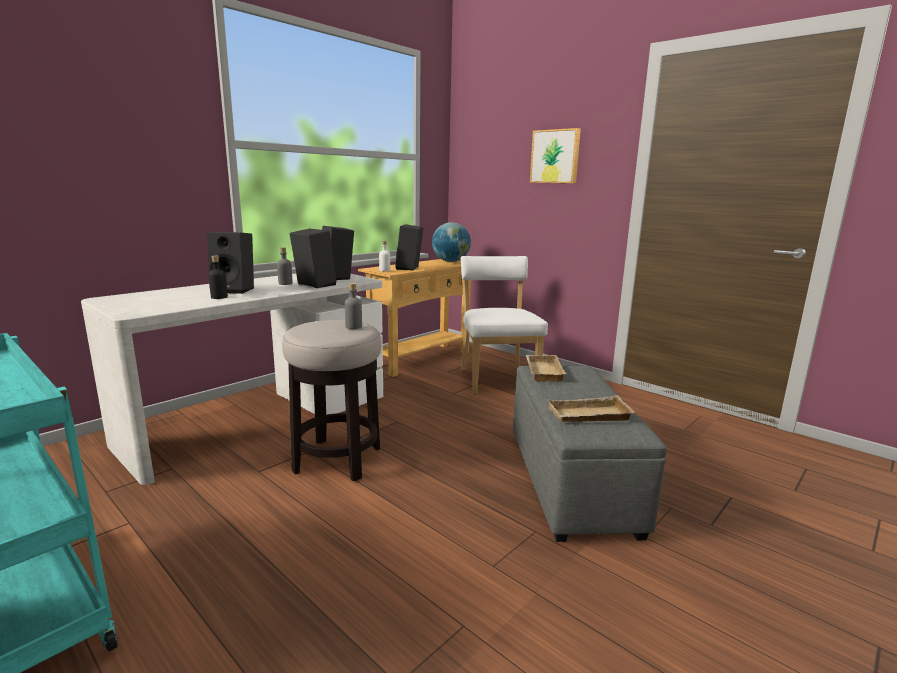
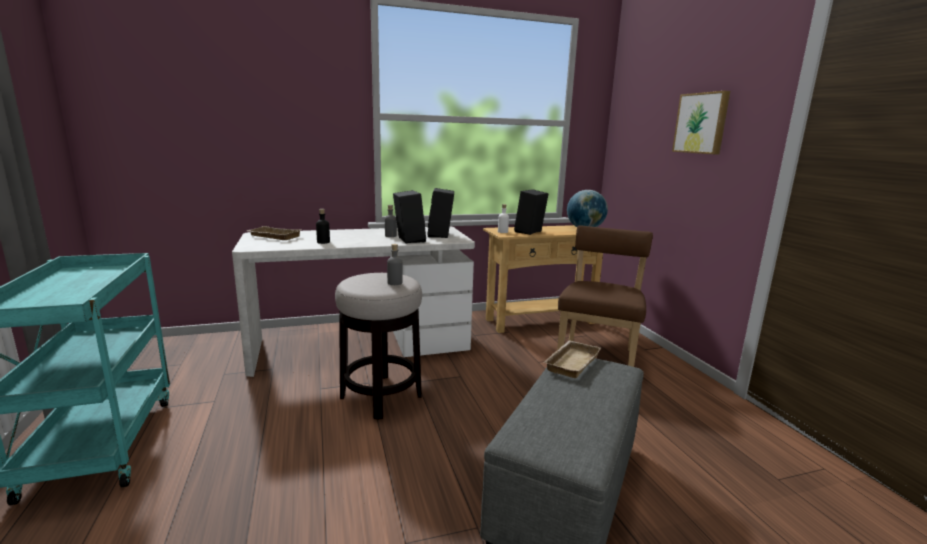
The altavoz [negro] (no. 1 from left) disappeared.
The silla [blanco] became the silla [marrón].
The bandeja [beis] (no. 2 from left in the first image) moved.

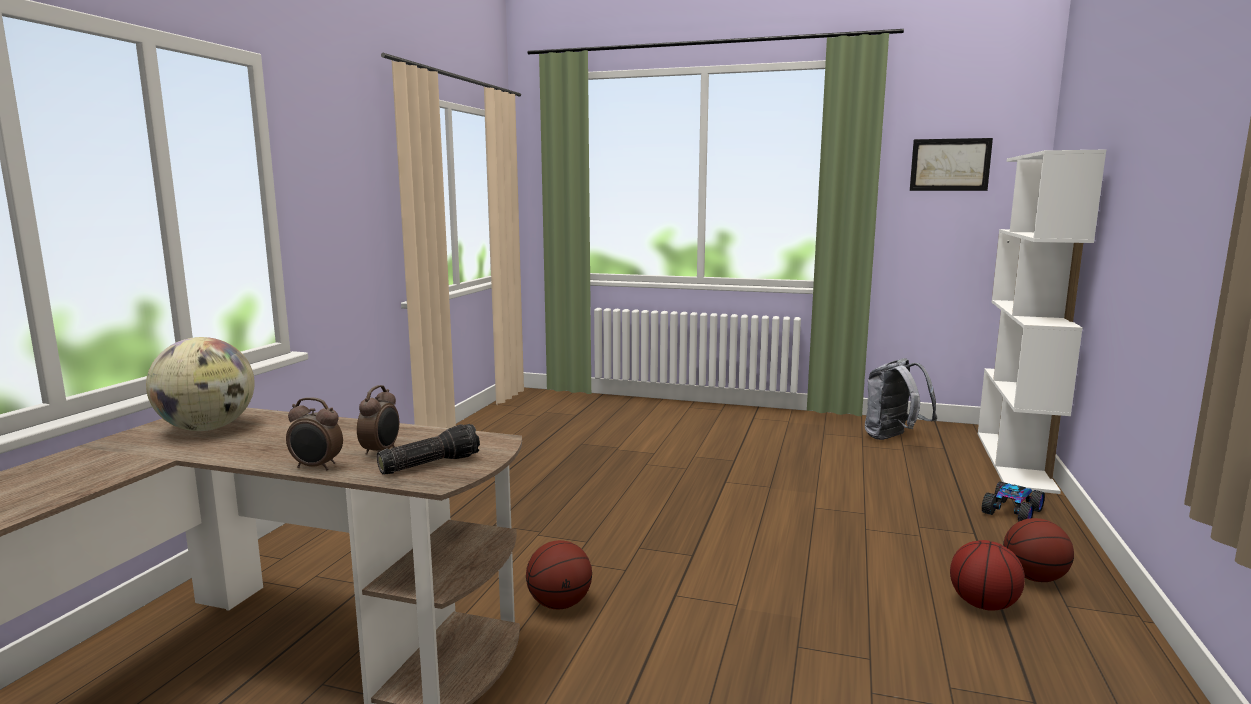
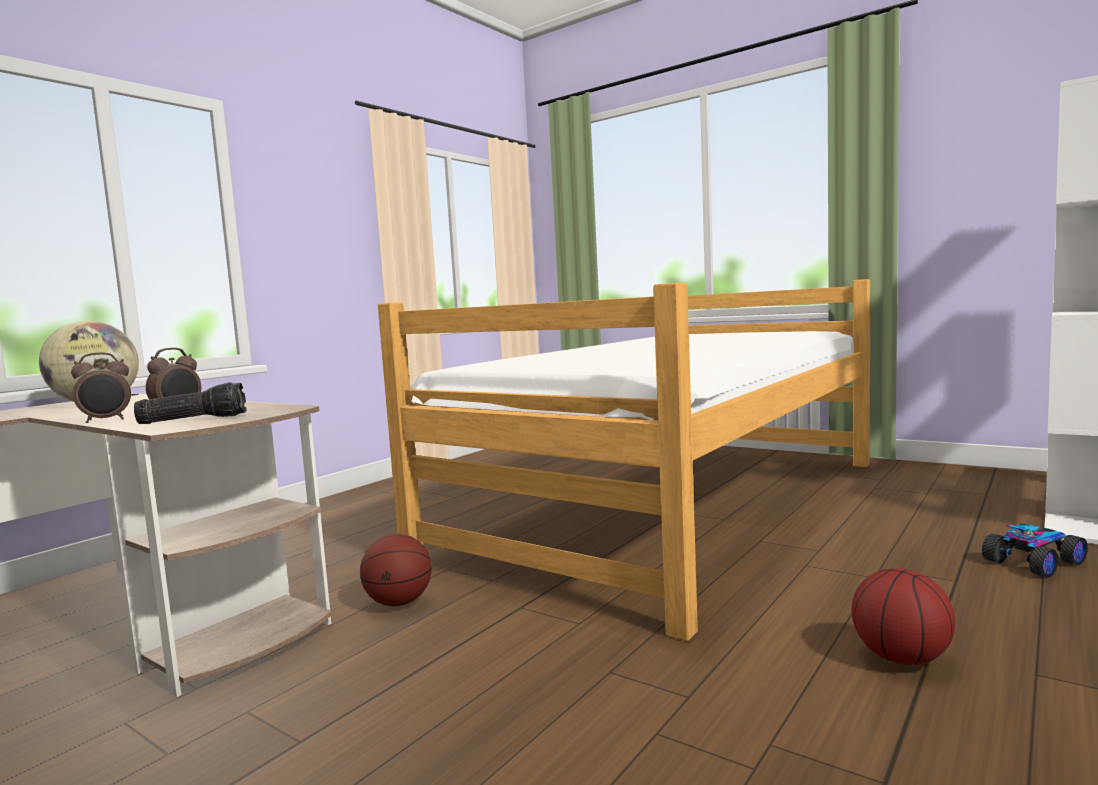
The cuadro disappeared.
The mochila [gris] disappeared.
The despertador (no. 1 from left) turned 60 degrees counterclockwise.
The balón de baloncesto (no. 3 from left) disappeared.
The cama appeared.

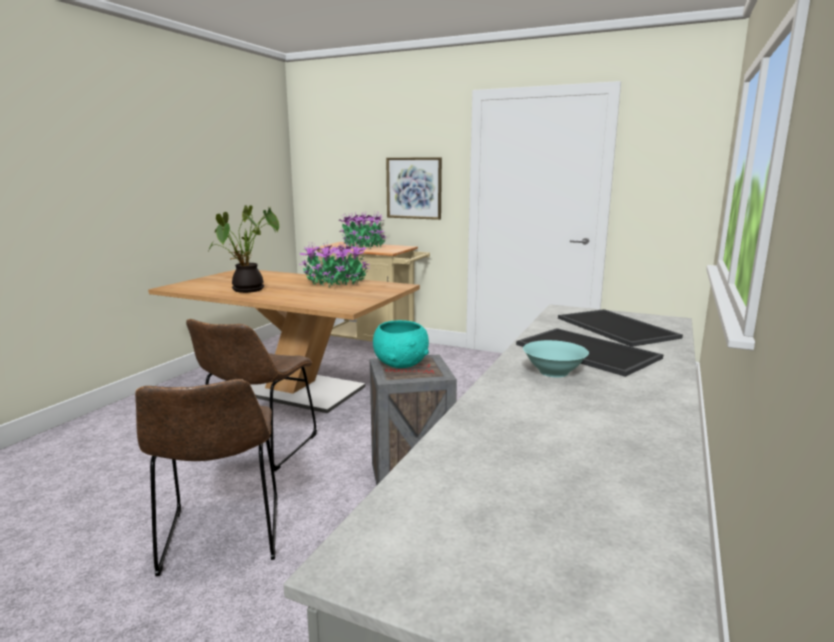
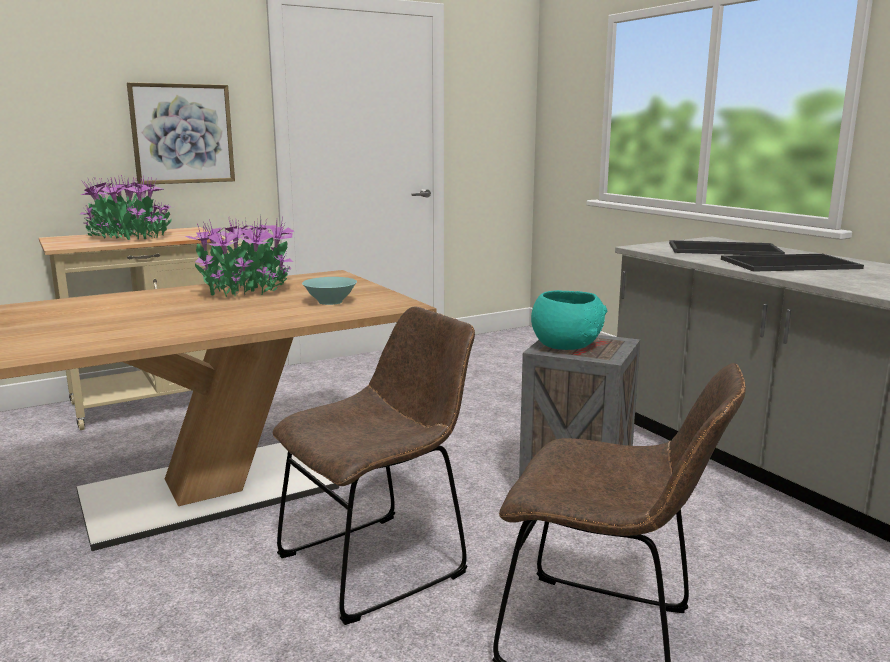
The planta en maceta (no. 1 from left) disappeared.
The silla [marrón] (no. 2 from left in the first image) turned 90 degrees counterclockwise.
The cuenco [turquesa] (no. 2 from left in the first image) moved.

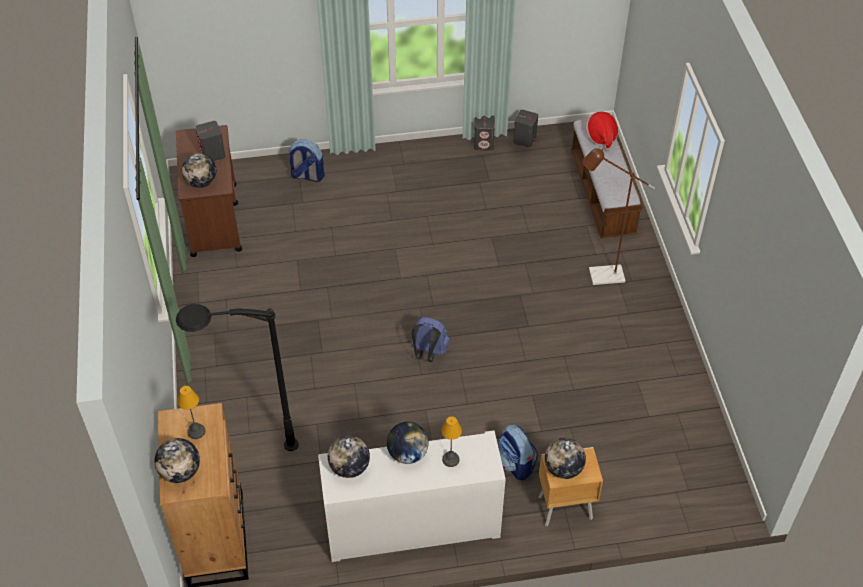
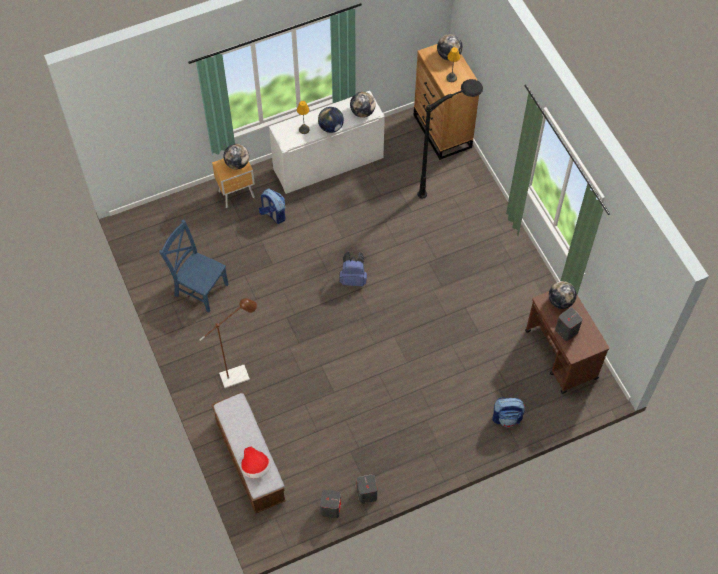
The silla [azul] appeared.

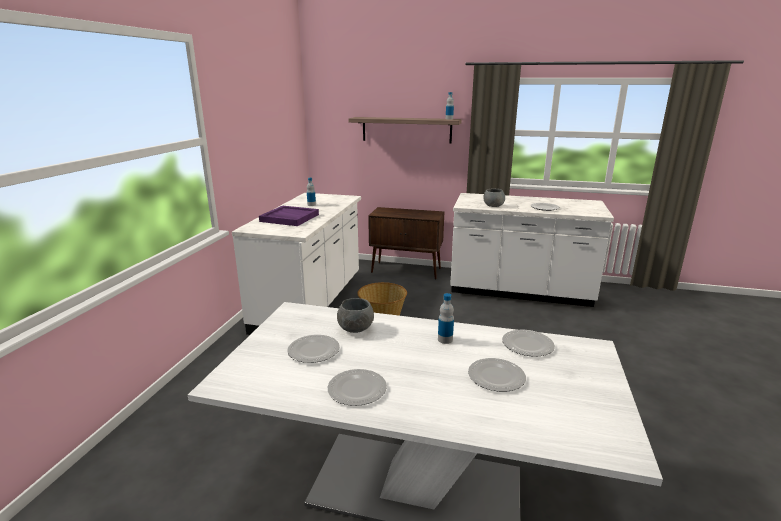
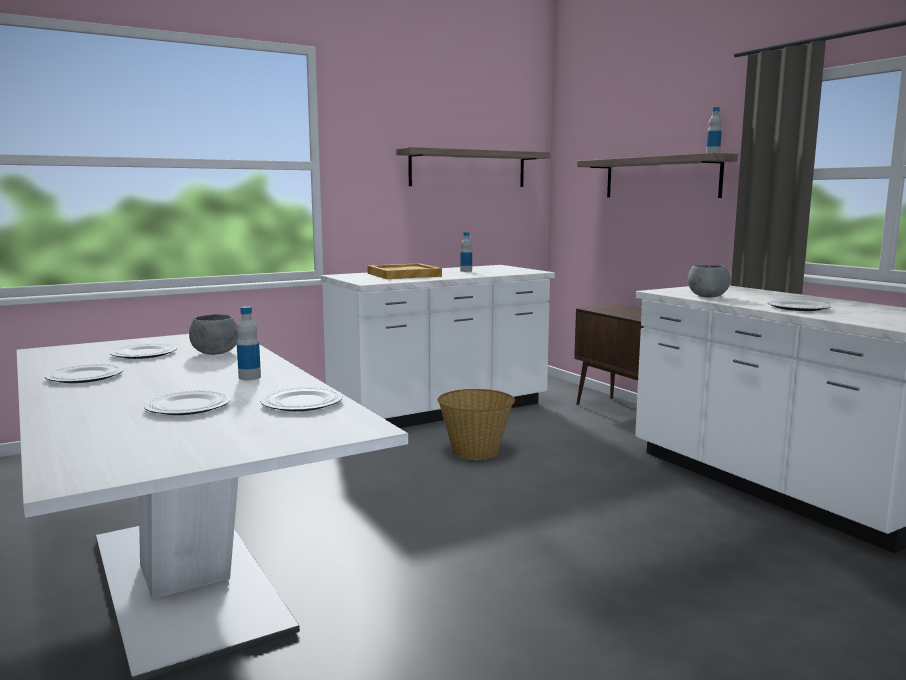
The bandeja [morado] became the bandeja [beis].
The estante (no. 1 from left) appeared.

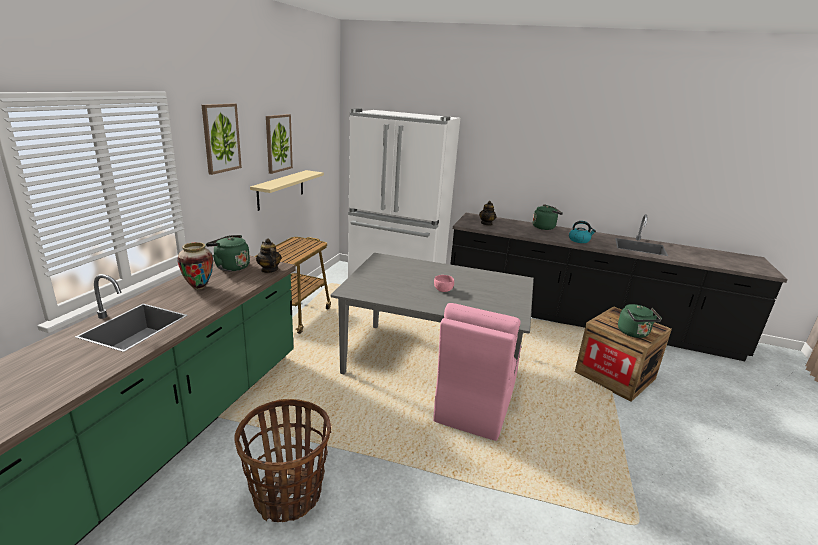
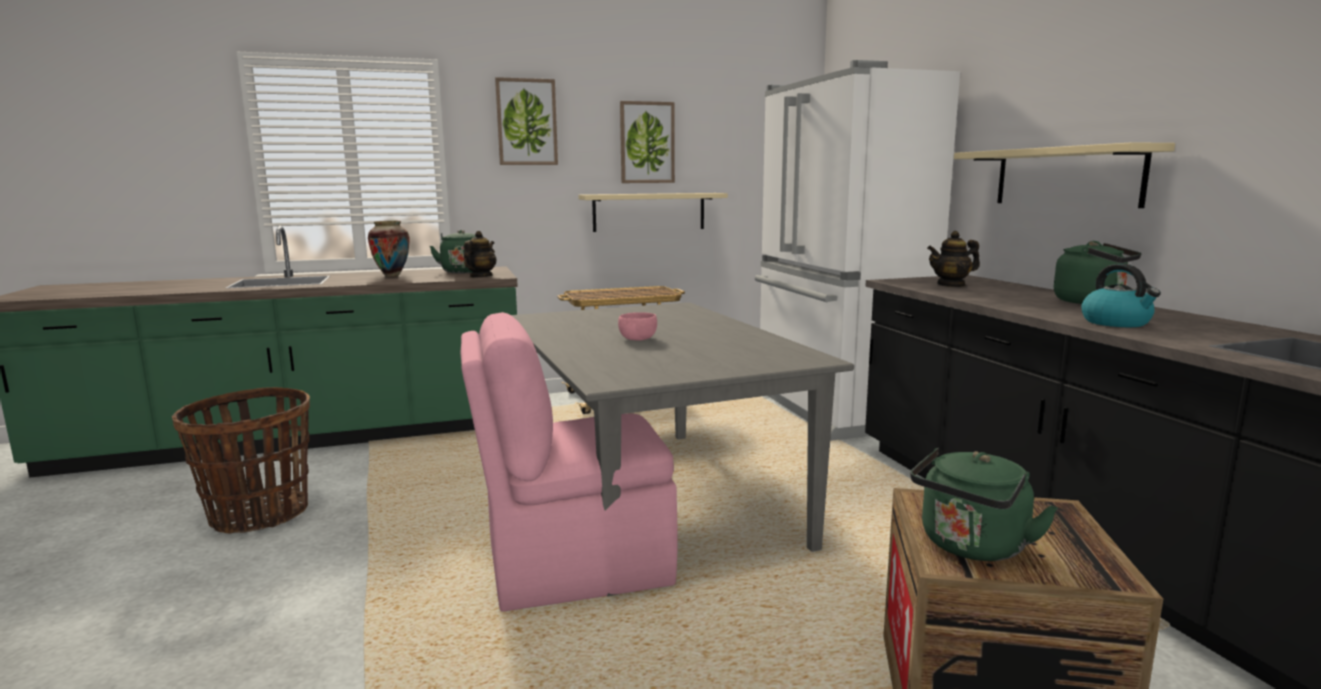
The estante [beis] (no. 2 from left) appeared.

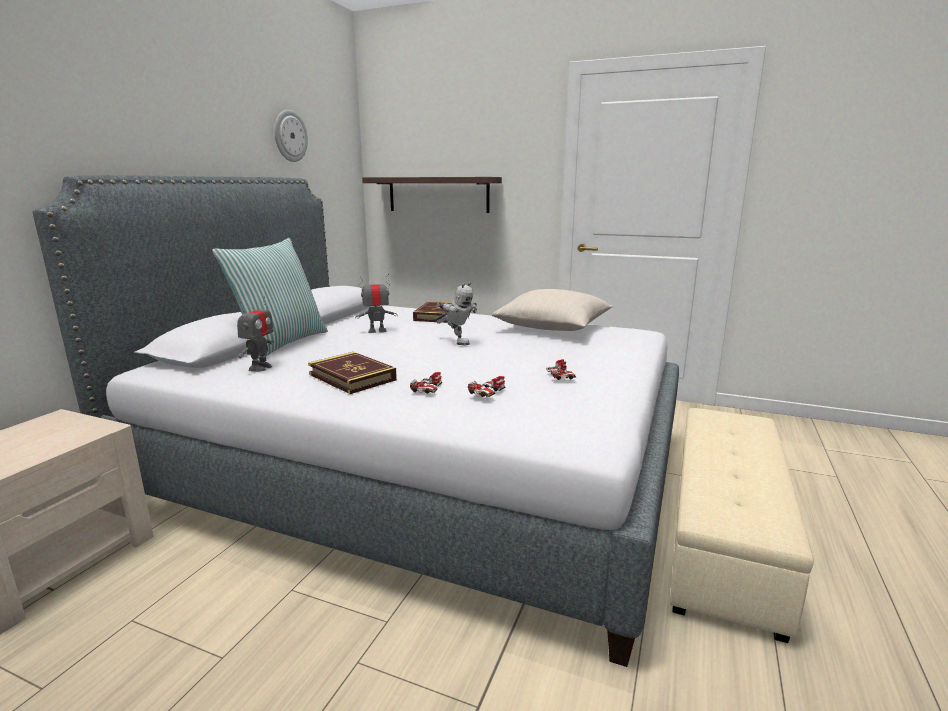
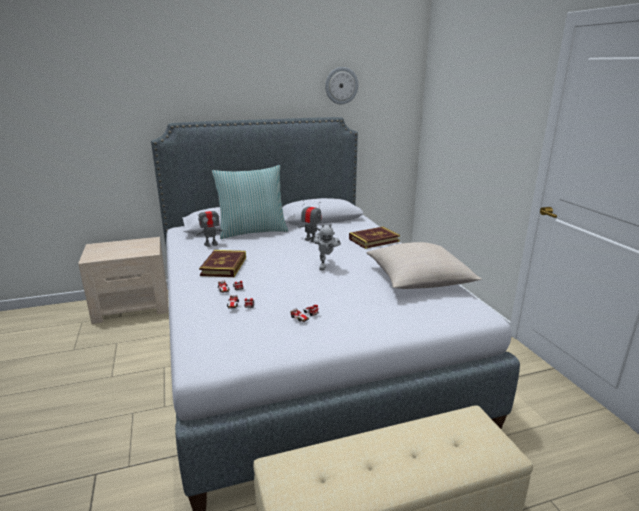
The estante disappeared.

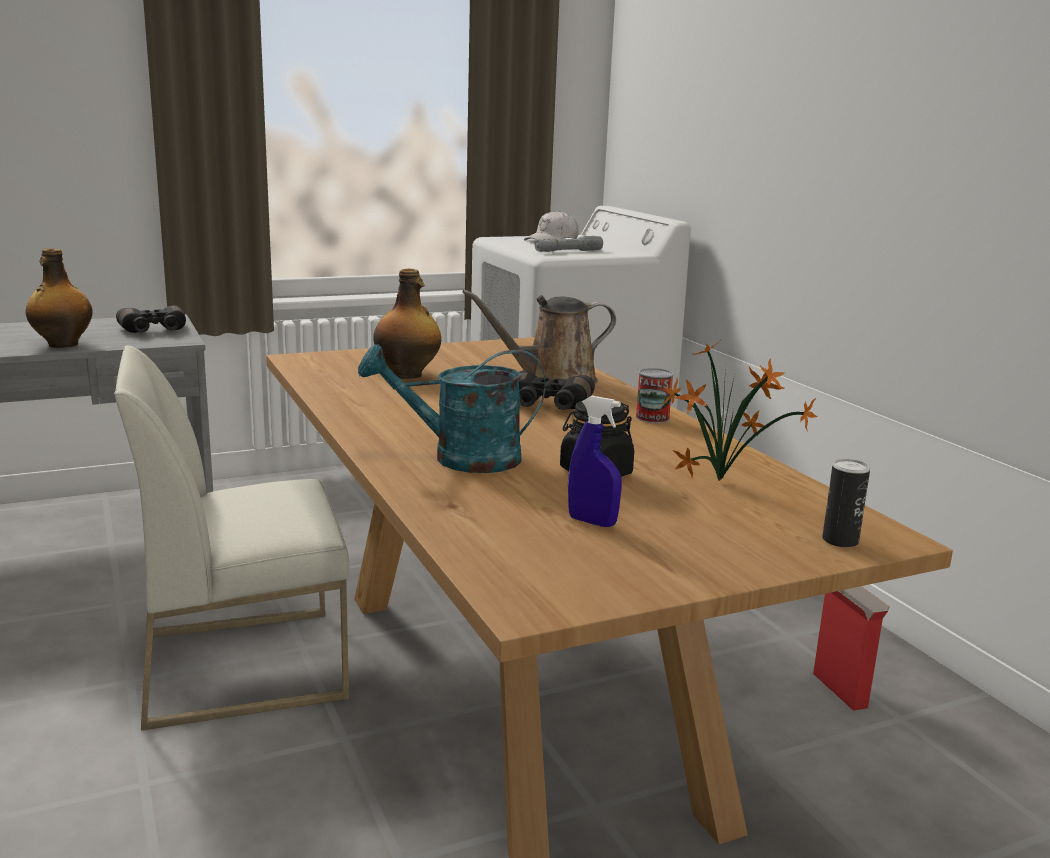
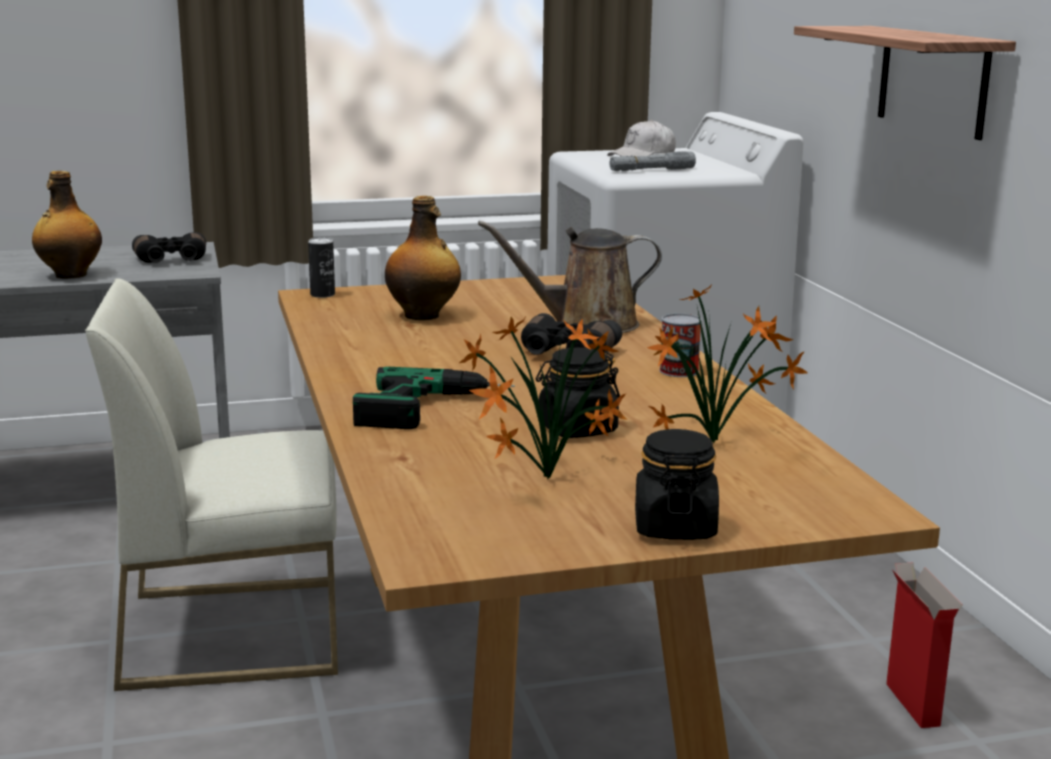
The regadera [turquesa] was replaced by the taladro.
The pulverizador [azul] was replaced by the planta en maceta (no. 1 from left).
The lata (no. 2 from left in the first image) moved.
The estante appeared.
The tarro [negro] (no. 2 from left) appeared.

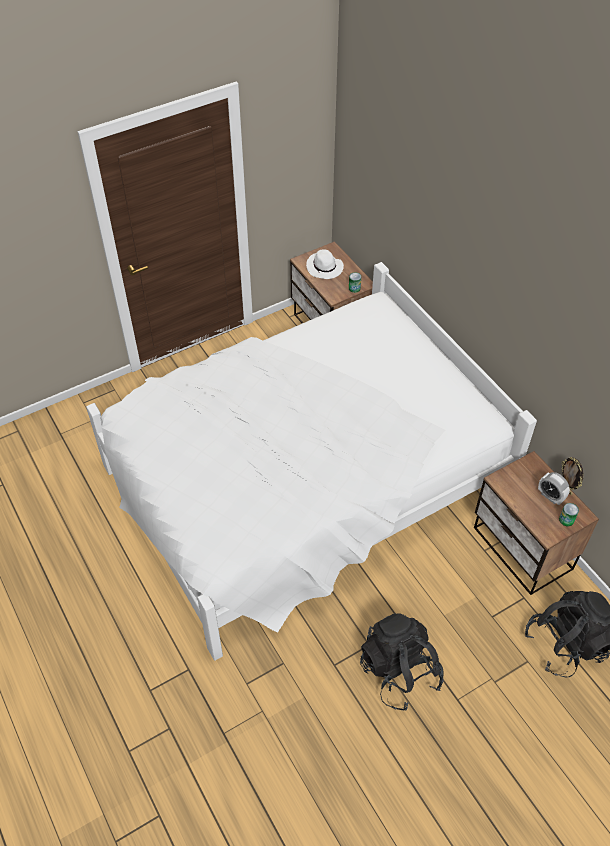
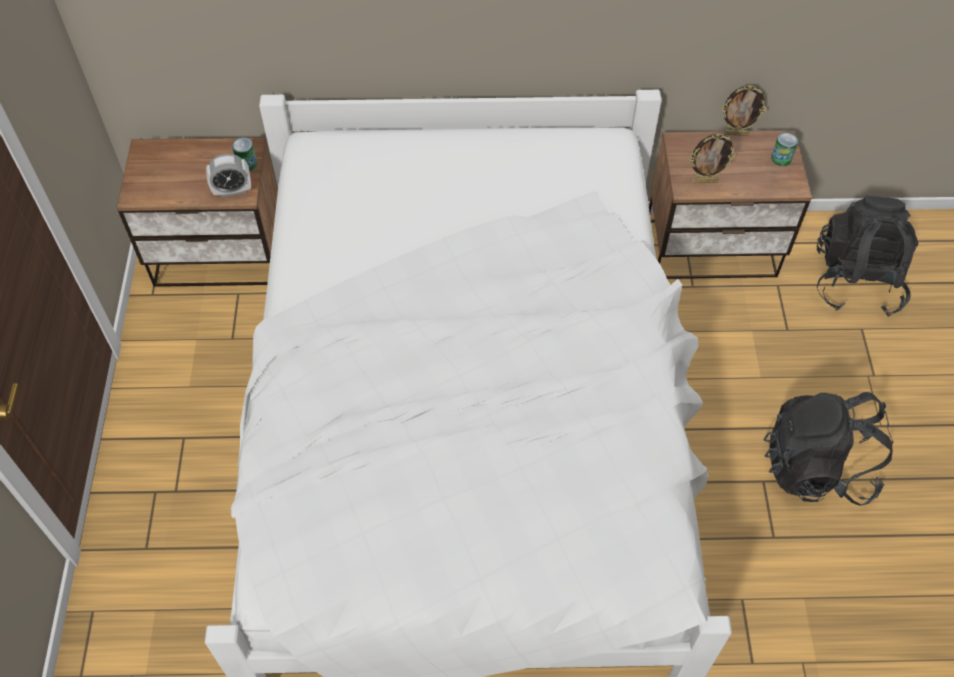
The sombrero [blanco] disappeared.
The despertador moved.
The portarretratos (no. 1 from left) appeared.

